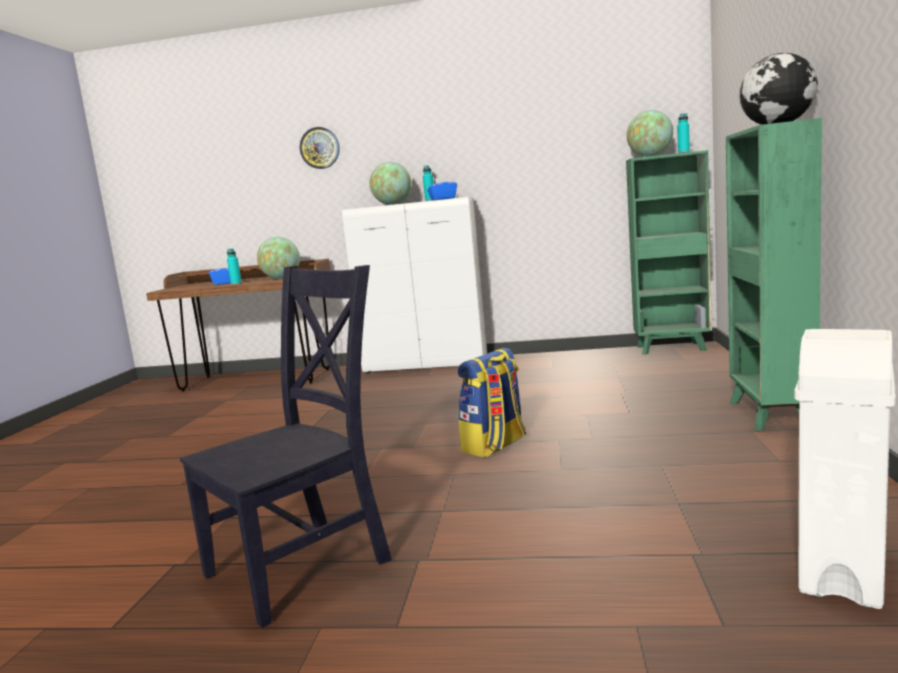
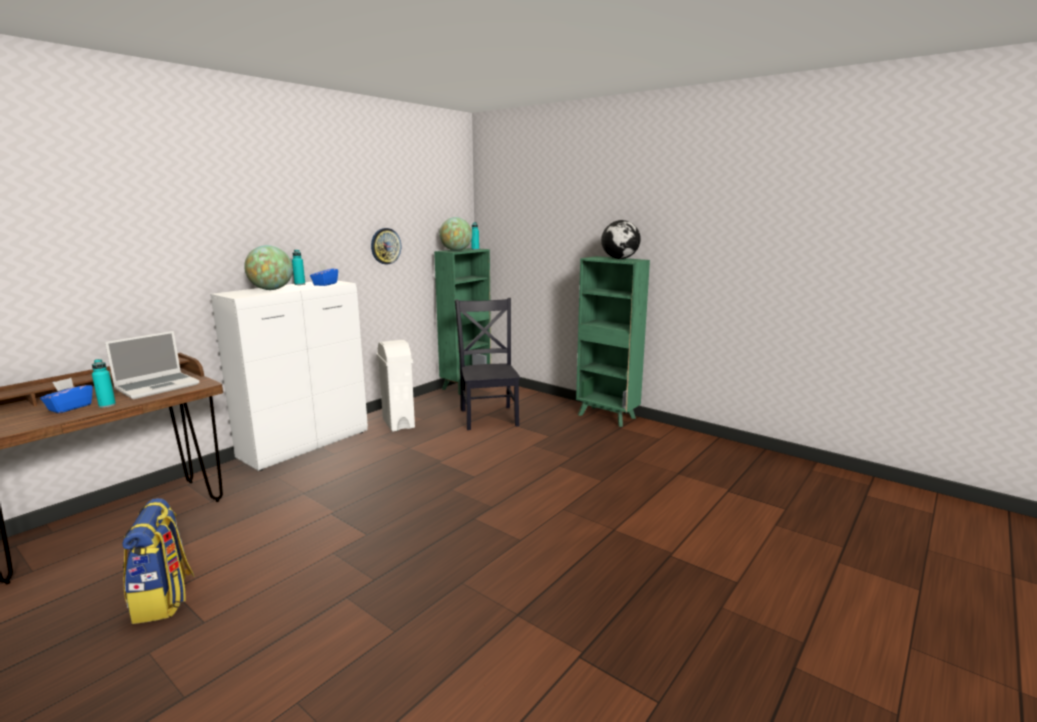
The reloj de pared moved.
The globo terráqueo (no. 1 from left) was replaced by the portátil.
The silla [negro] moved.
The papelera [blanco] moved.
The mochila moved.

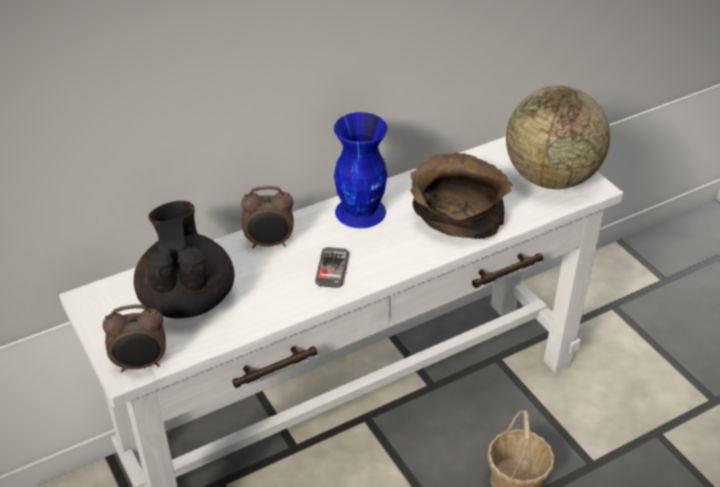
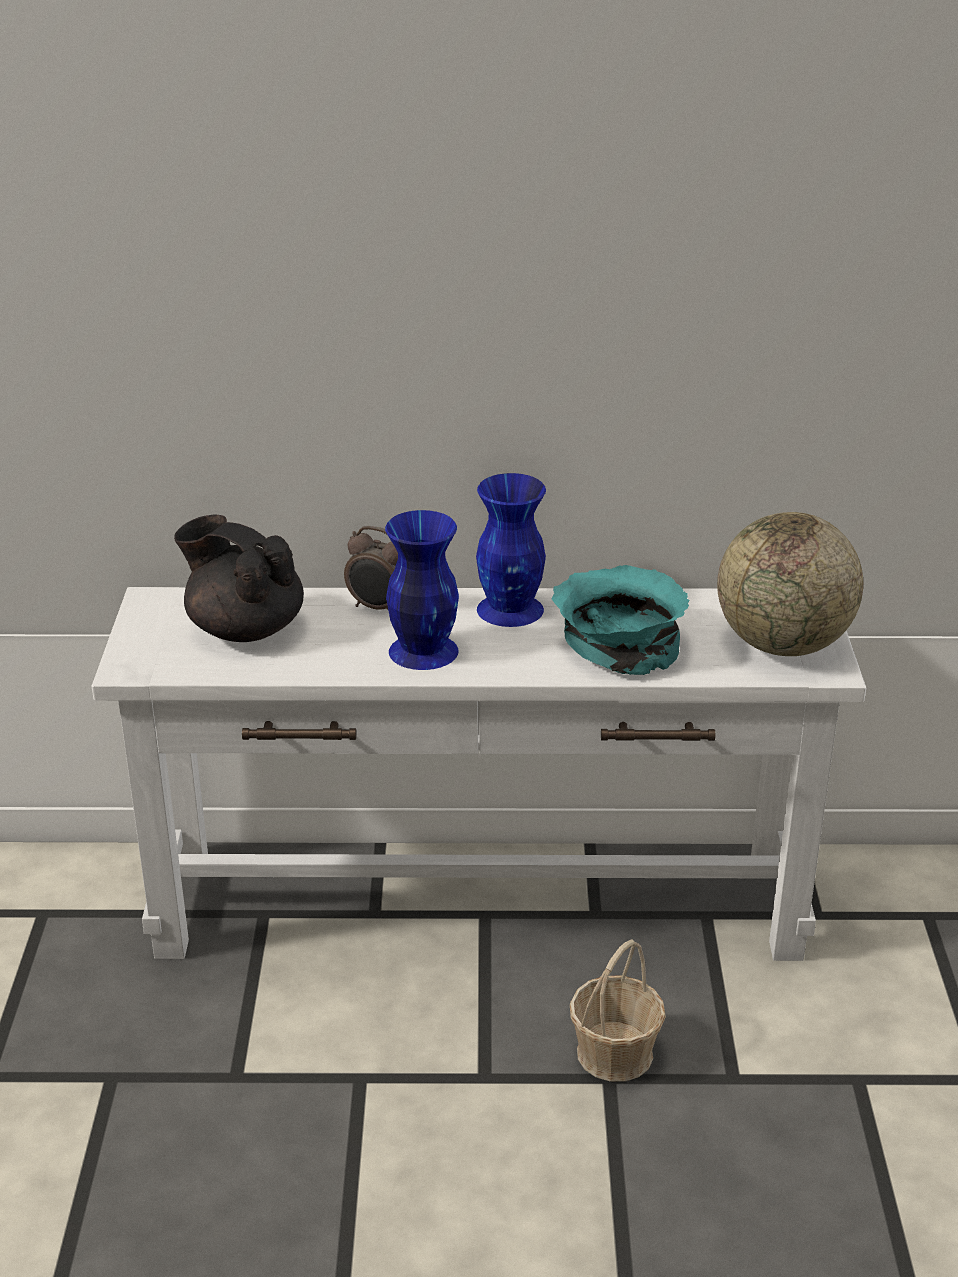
The cuenco [marrón] became the cuenco [turquesa].
The tetera [negro] turned 75 degrees counterclockwise.
The móvil was replaced by the florero [azul] (no. 1 from left).
The despertador (no. 1 from left) disappeared.

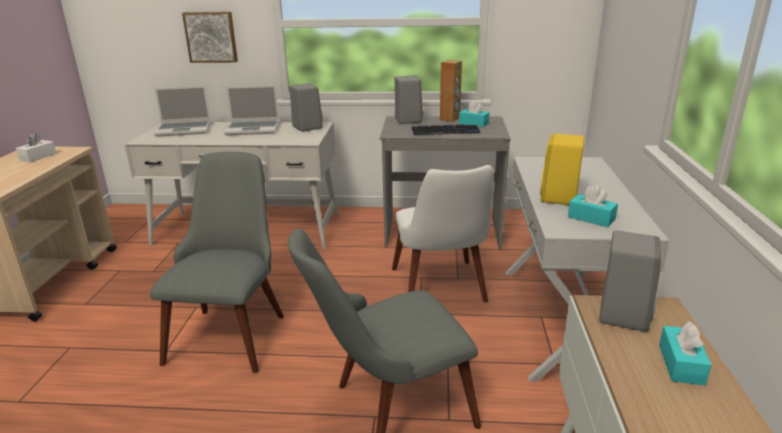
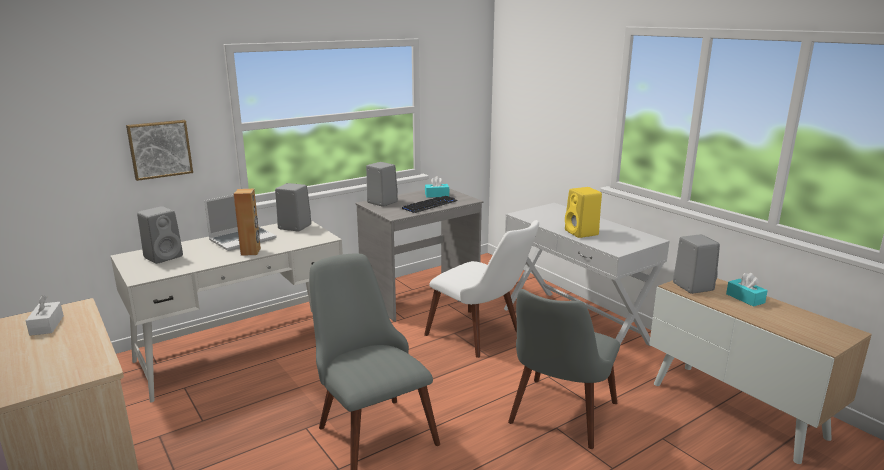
The altavoz [marrón] moved.
The portátil (no. 1 from left) was replaced by the altavoz [gris] (no. 1 from left).
The caja de pañuelos [turquesa] (no. 2 from left) disappeared.

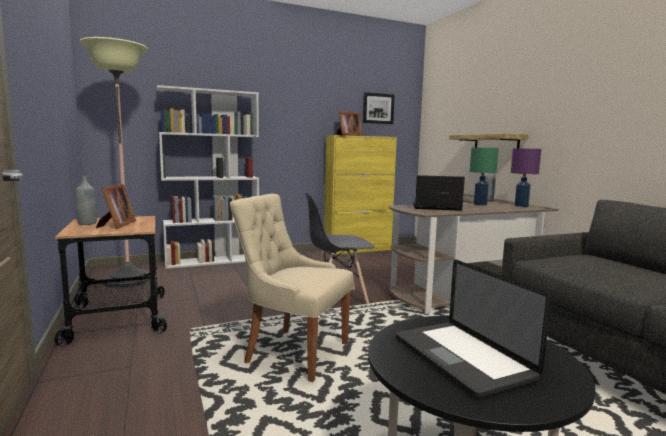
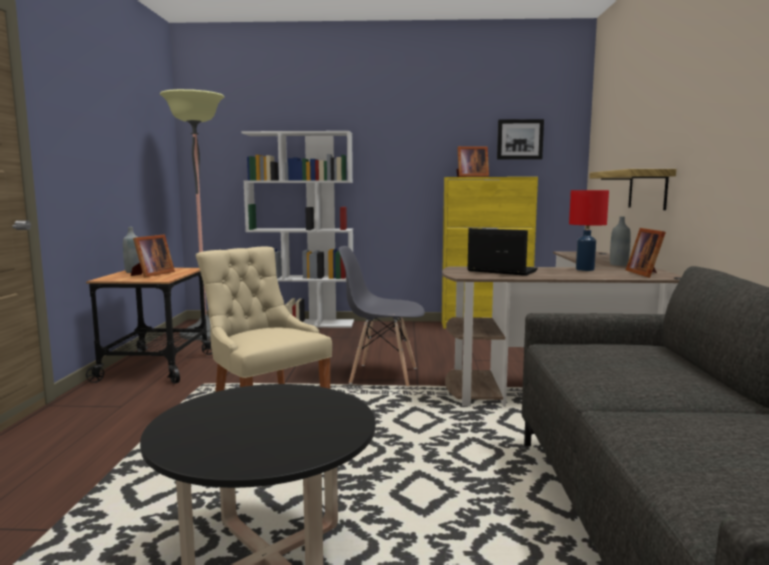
The lámpara de mesa [verde] became the lámpara de mesa [rojo].
The lámpara de mesa [morado] was replaced by the portarretratos (no. 3 from left).
The portátil (no. 2 from left) disappeared.

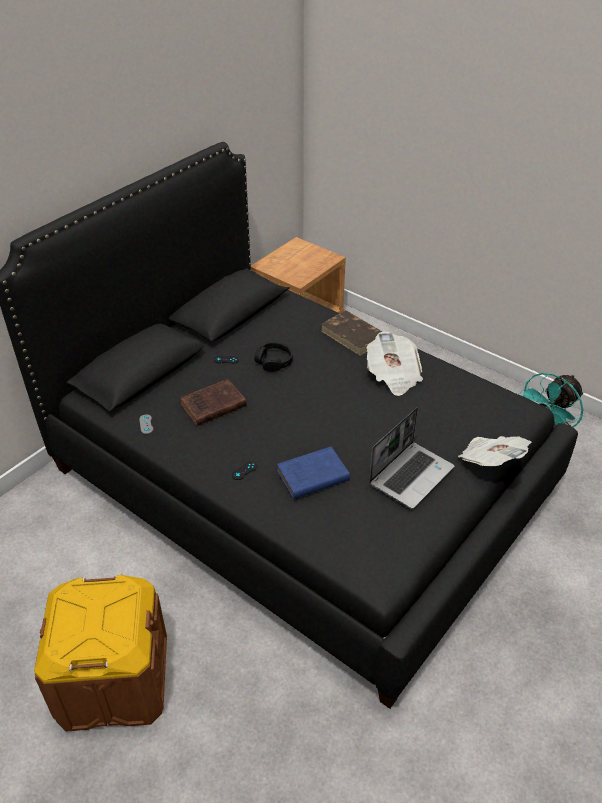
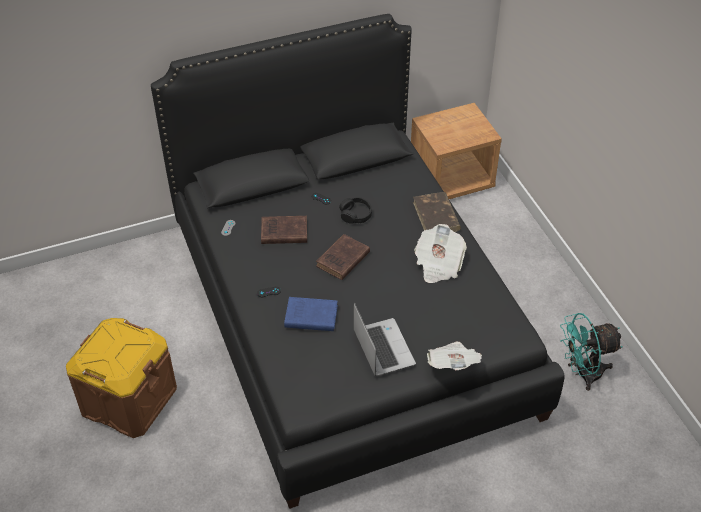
The portátil turned 90 degrees counterclockwise.
The libro [marrón] (no. 2 from left) appeared.

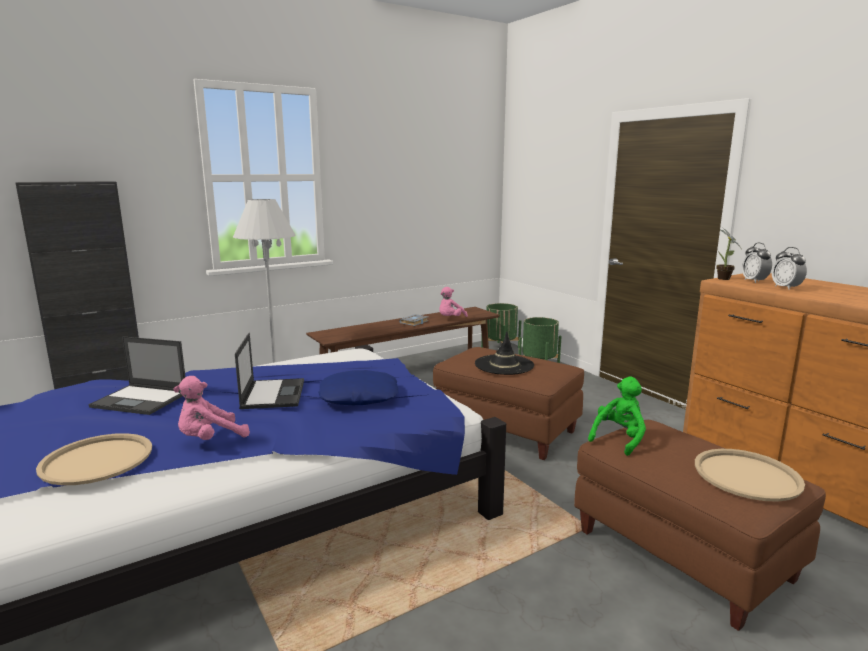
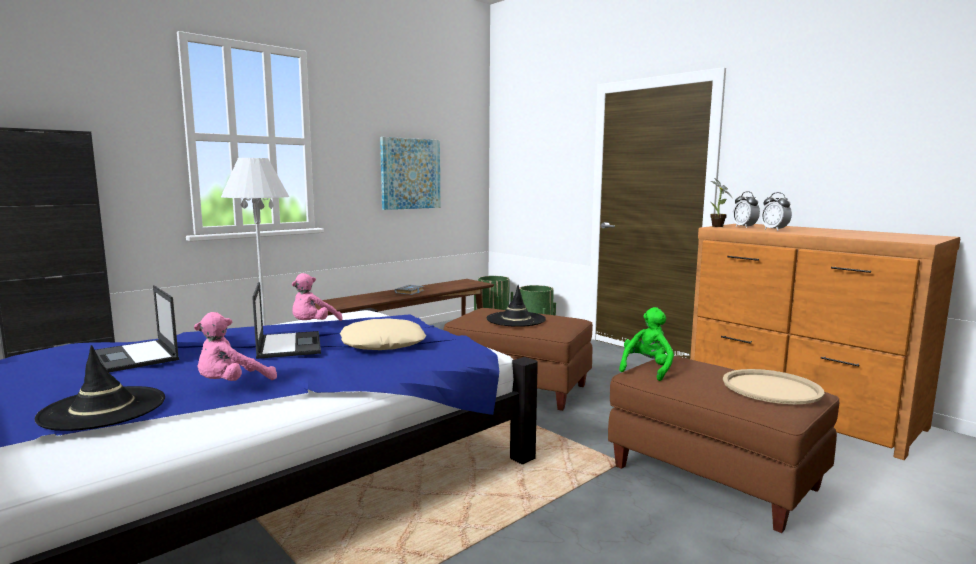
The peluche [rosa] (no. 2 from left) moved.
The portátil (no. 1 from left) turned 45 degrees clockwise.
The cojín [azul] became the cojín [beis].
The bandeja [beis] (no. 1 from left) was replaced by the sombrero [negro] (no. 1 from left).
The cuadro appeared.

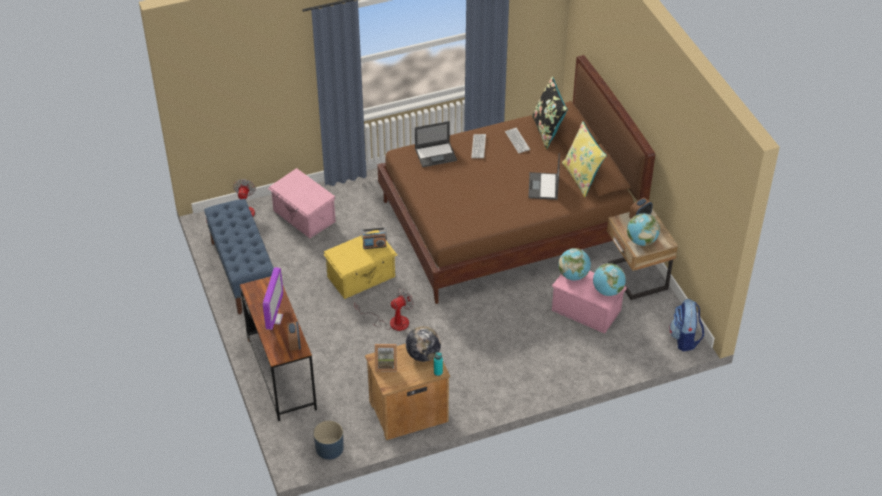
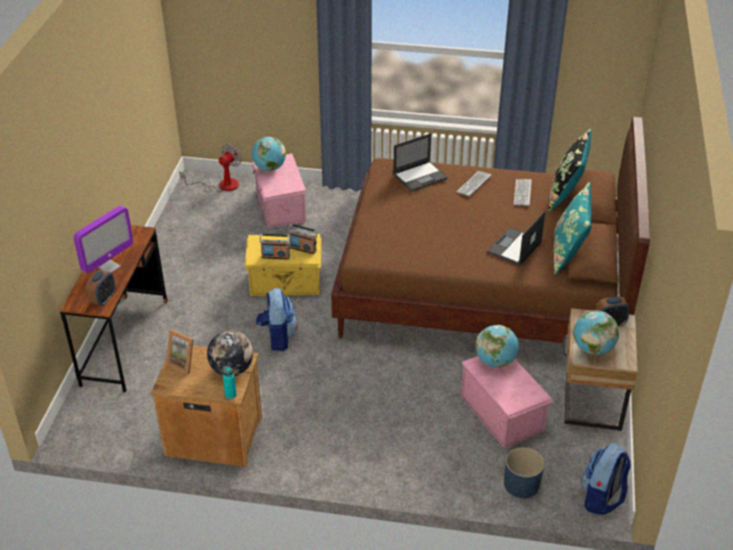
The portátil (no. 1 from left) turned 45 degrees counterclockwise.
The cojín [amarillo] became the cojín [turquesa].
The banco [azul] disappeared.
The globo terráqueo (no. 3 from left in the first image) moved.
The ventilador (no. 2 from left) was replaced by the mochila (no. 1 from left).
The maceta [azul] moved.
The radio (no. 1 from left) appeared.

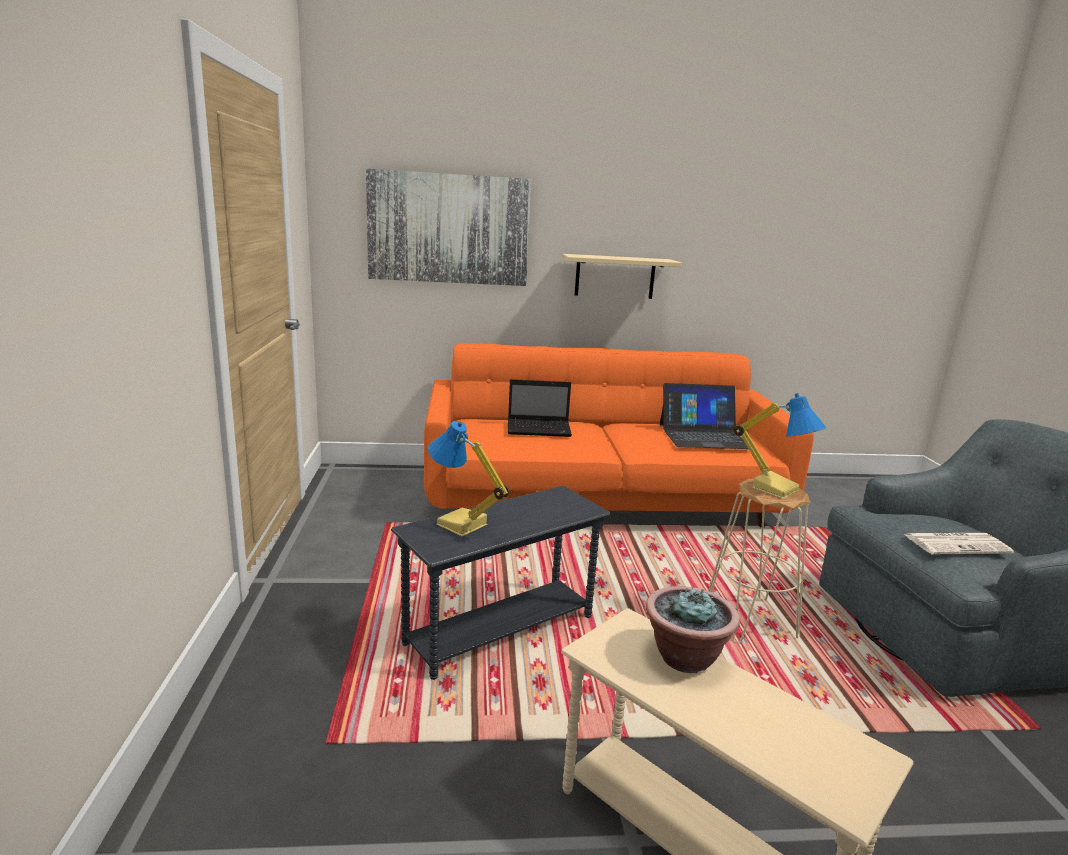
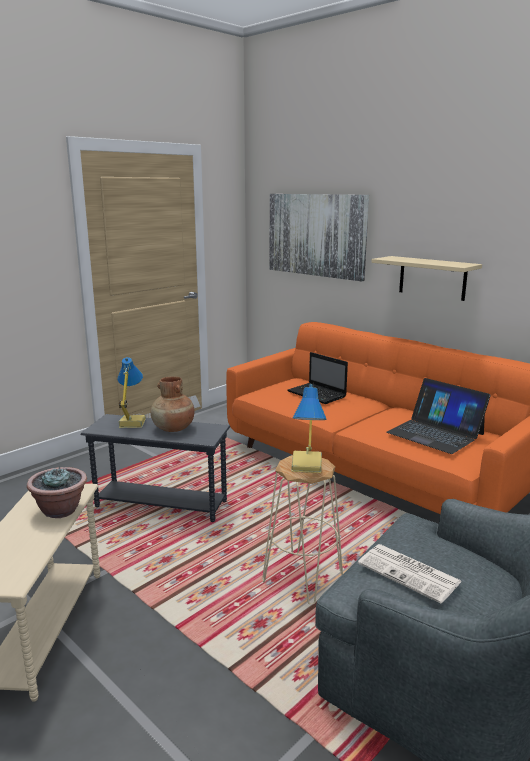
The florero [marrón] appeared.

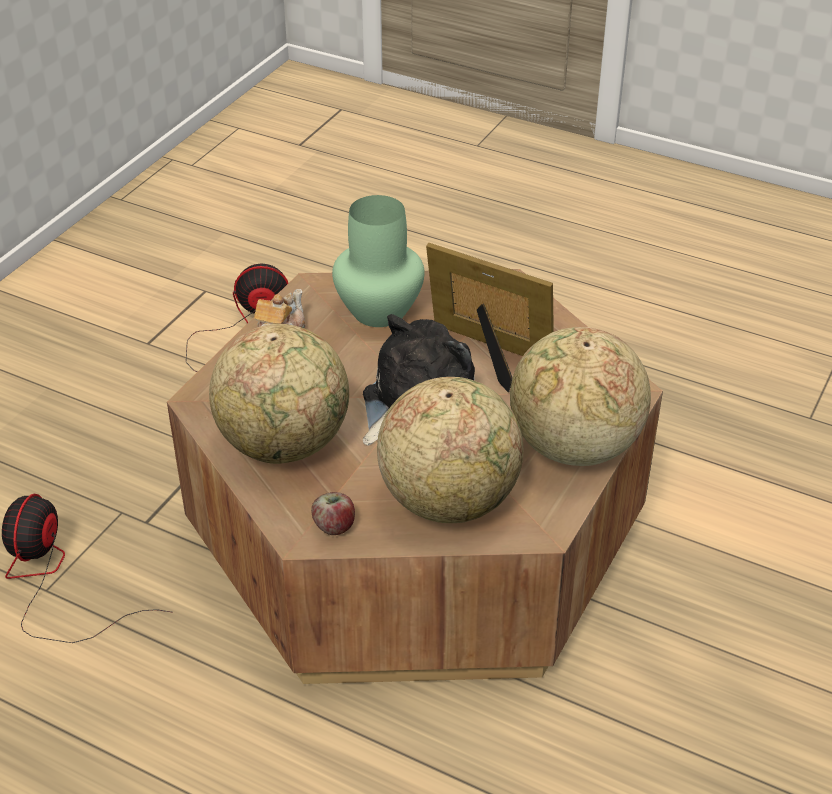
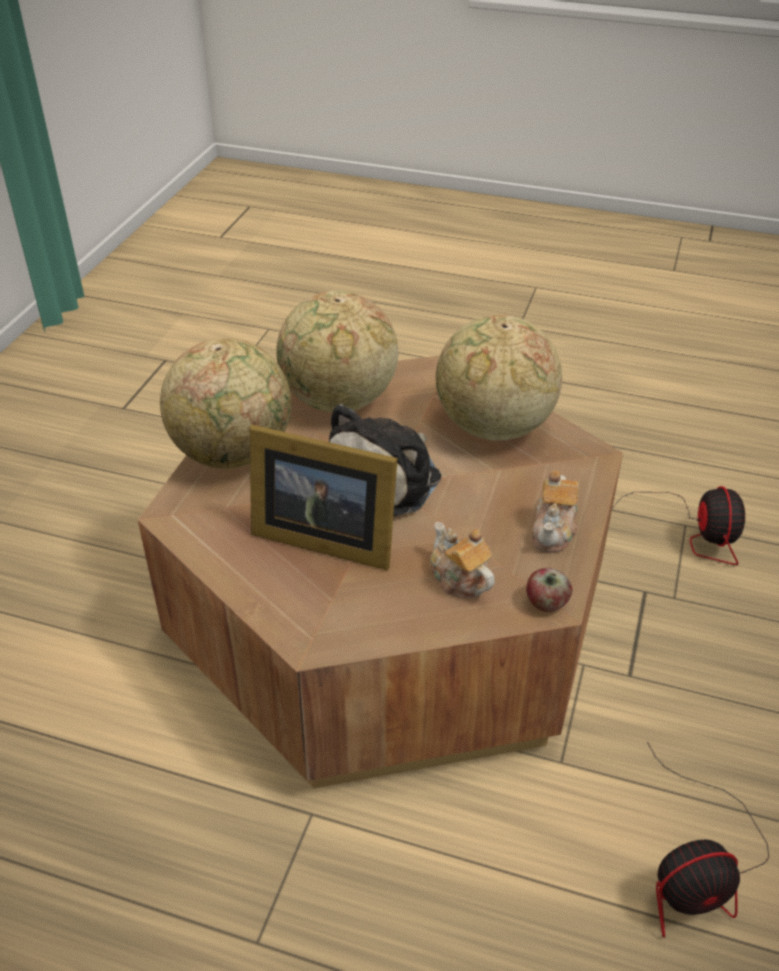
The florero [verde] was replaced by the tetera (no. 1 from left).
The manzana moved.

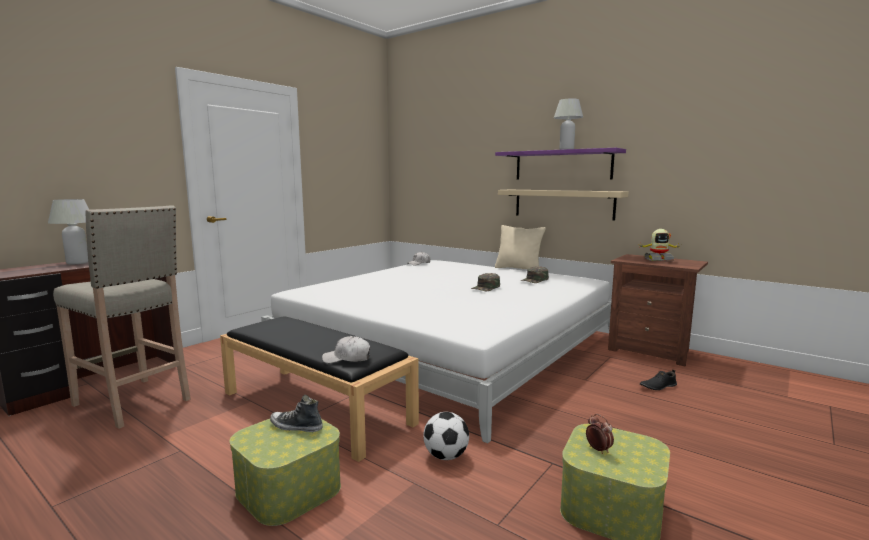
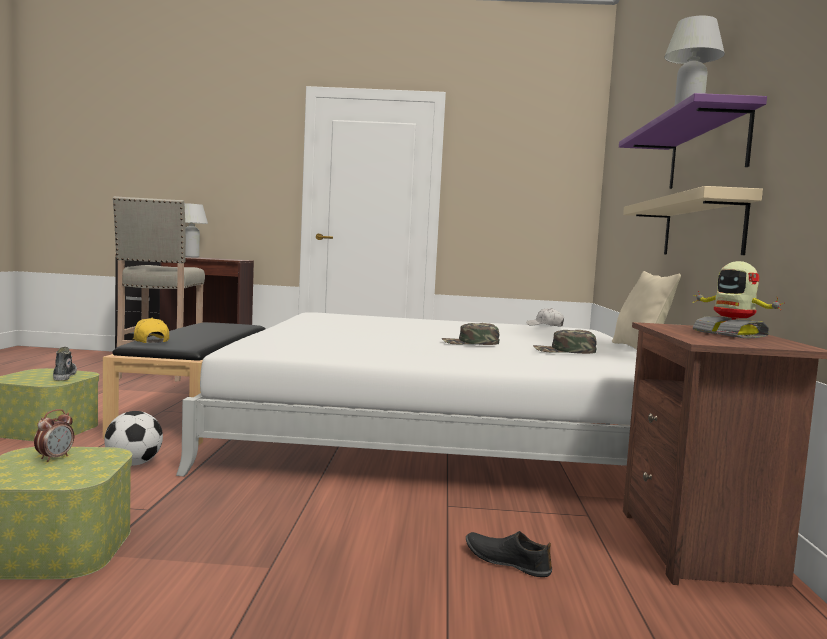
The gorra [blanco] (no. 1 from left) became the gorra [amarillo].

